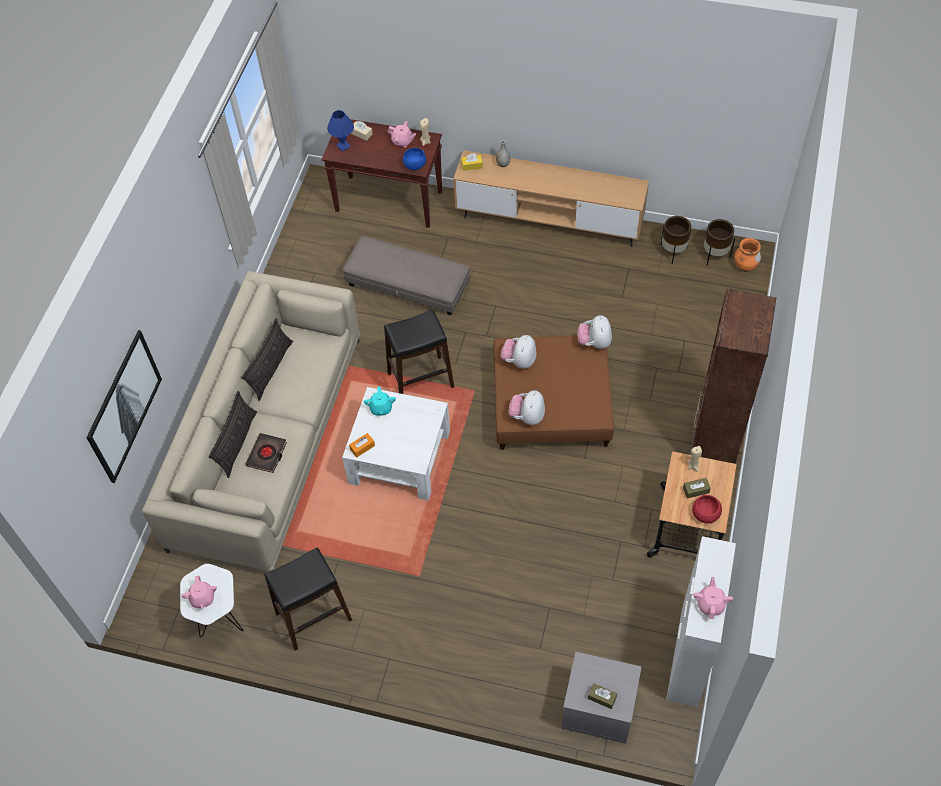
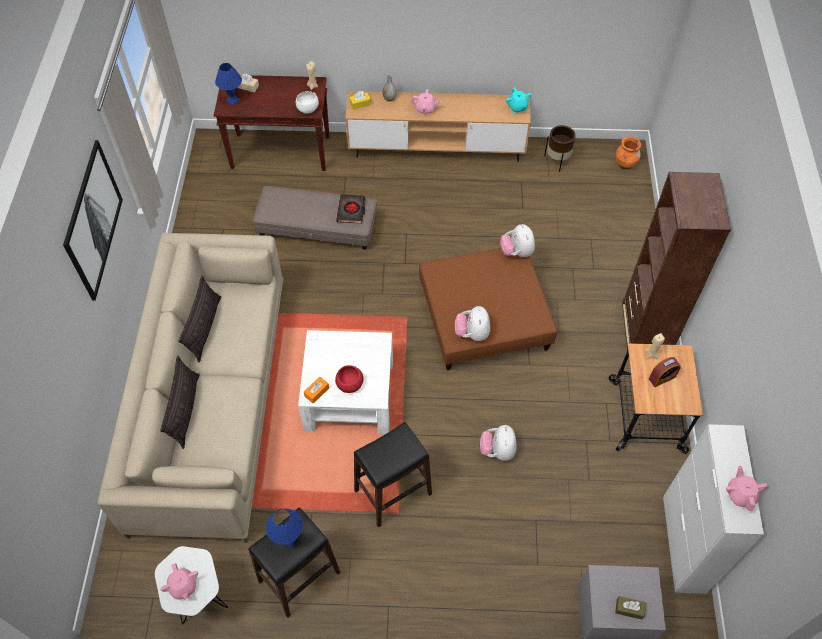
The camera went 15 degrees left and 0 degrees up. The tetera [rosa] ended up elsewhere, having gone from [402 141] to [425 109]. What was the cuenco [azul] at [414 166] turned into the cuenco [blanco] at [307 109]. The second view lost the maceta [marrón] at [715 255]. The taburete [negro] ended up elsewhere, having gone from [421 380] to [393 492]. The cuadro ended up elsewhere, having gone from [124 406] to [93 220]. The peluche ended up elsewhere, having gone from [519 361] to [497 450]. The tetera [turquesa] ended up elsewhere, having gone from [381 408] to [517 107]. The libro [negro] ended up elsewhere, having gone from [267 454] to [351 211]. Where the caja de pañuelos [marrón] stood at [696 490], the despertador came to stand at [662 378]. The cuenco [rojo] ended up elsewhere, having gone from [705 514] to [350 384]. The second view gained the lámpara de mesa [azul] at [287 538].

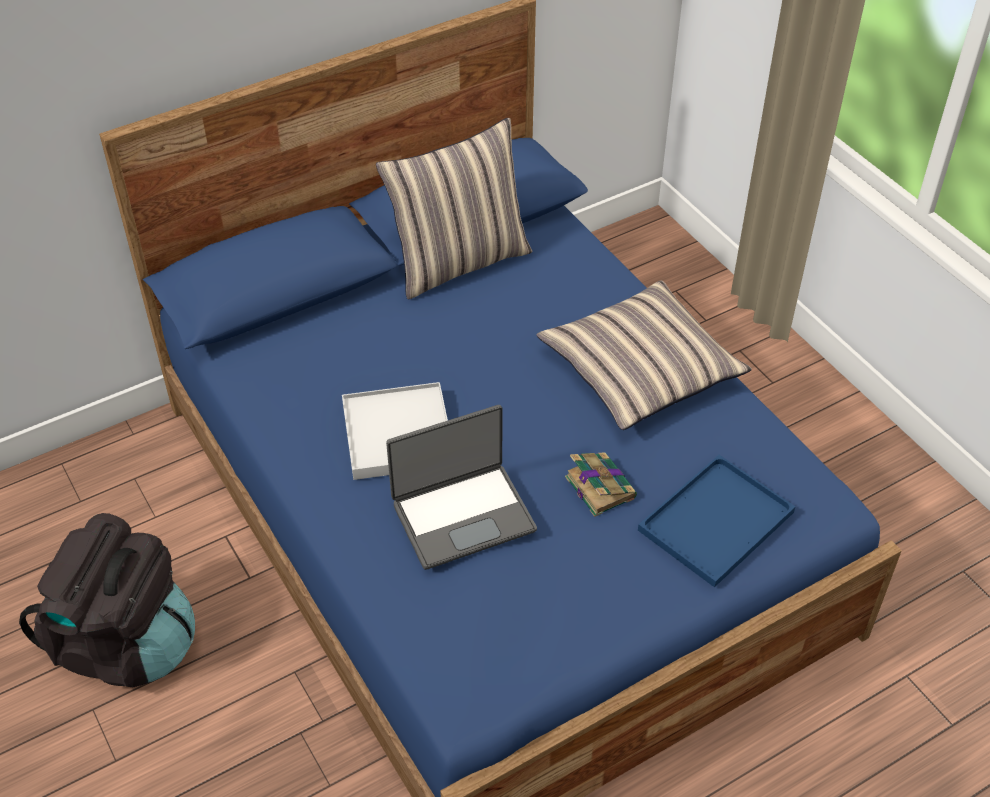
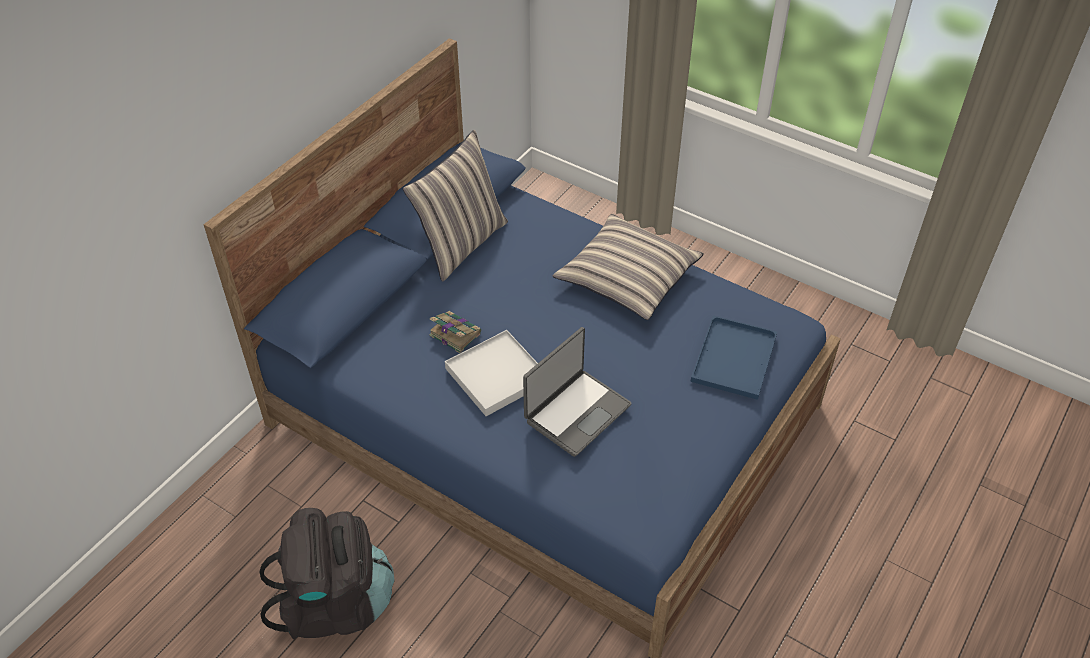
The camera went 25 degrees left and 0 degrees up. The libro ended up elsewhere, having gone from [599 486] to [454 333].

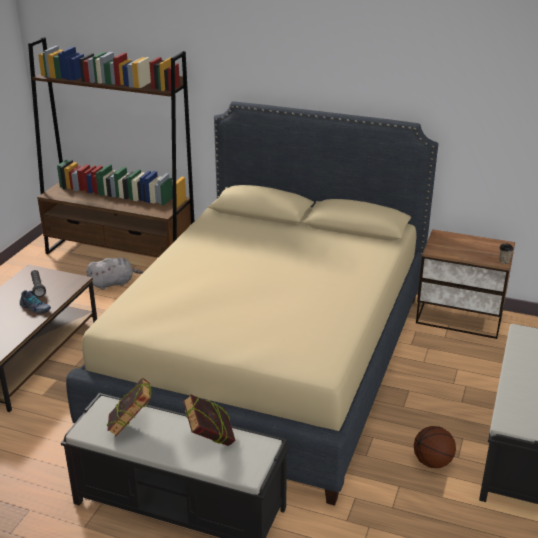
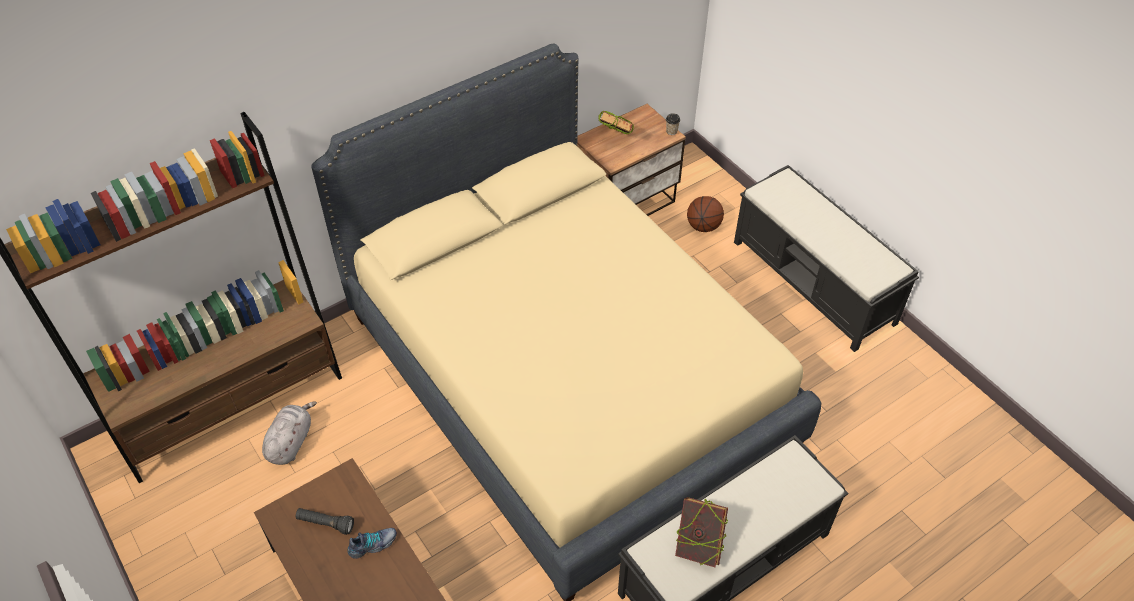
The camera went 55 degrees left and 20 degrees up. The libro ended up elsewhere, having gone from [210 440] to [615 139]. The balón de baloncesto ended up elsewhere, having gone from [433 462] to [703 226].

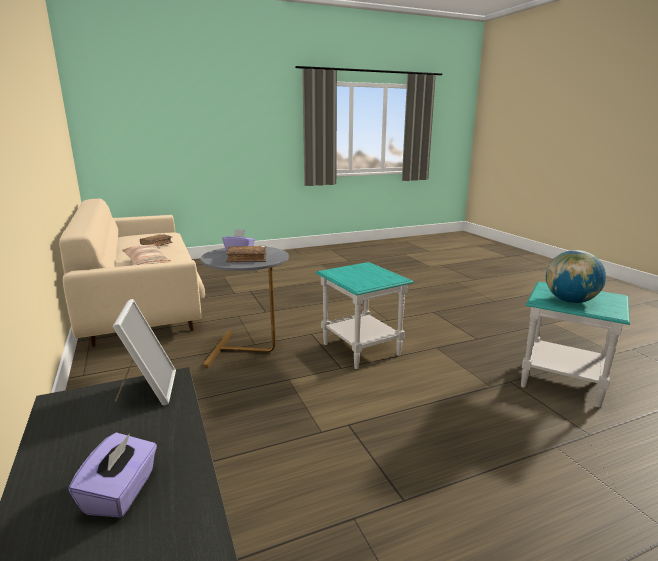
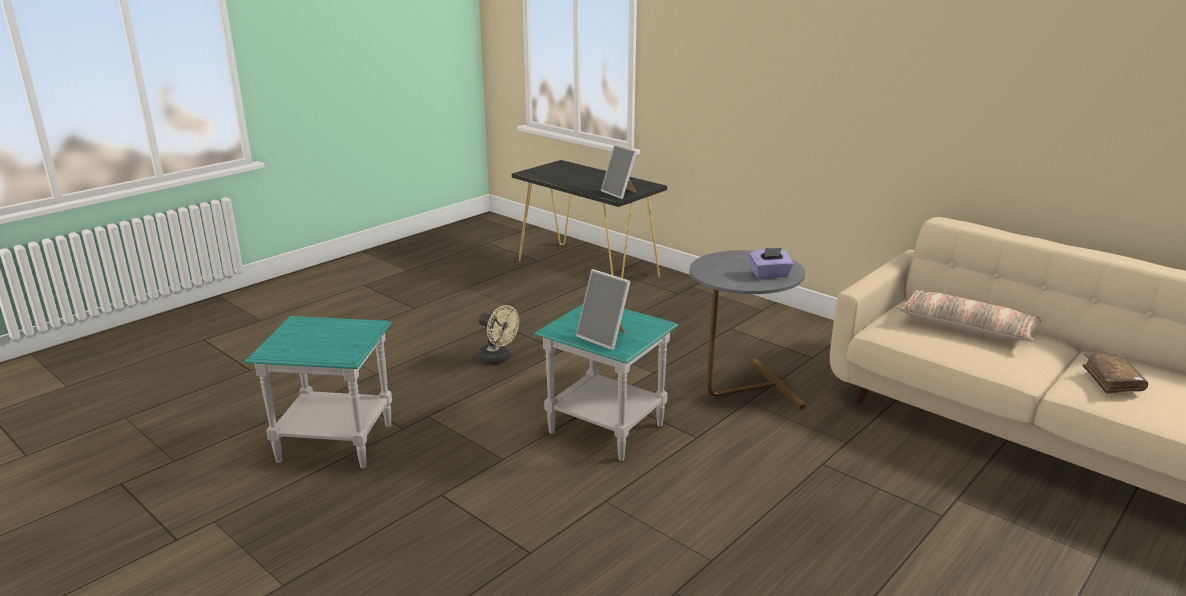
The camera went 155 degrees right and 5 degrees up. The second view lost the libro [marrón] at [247 259]. The second view lost the globo terráqueo at [570 301]. The second view lost the caja de pañuelos [morado] at [121 492]. The second view gained the portarretratos at [605 338]. The second view gained the ventilador [beis] at [498 359].

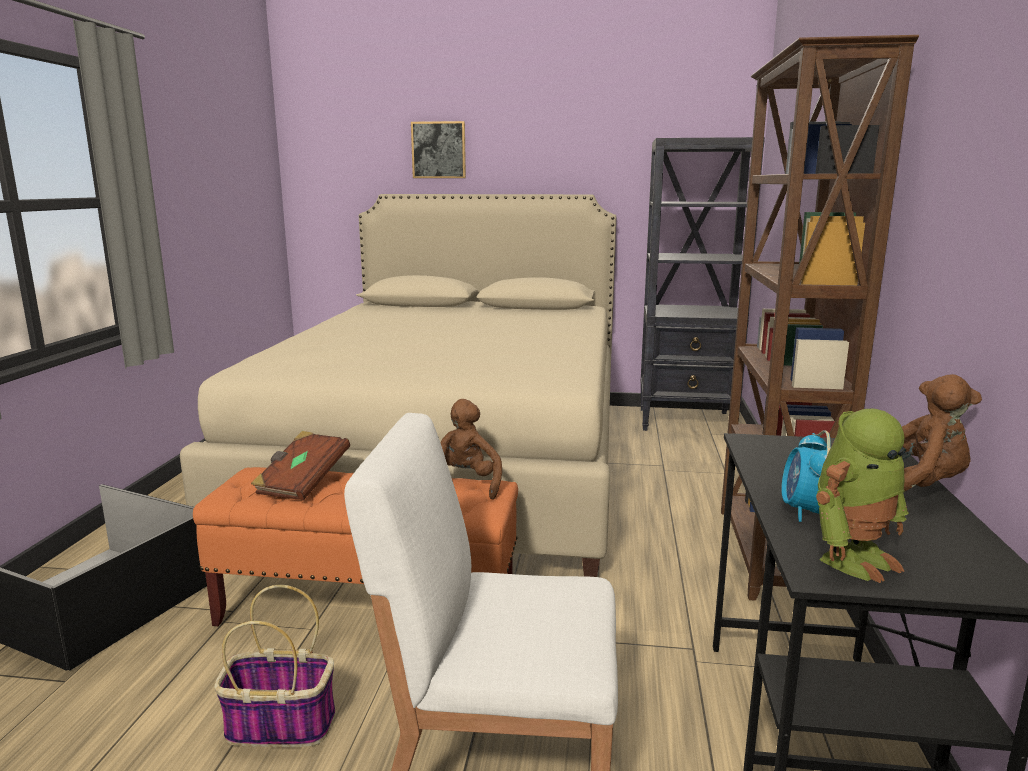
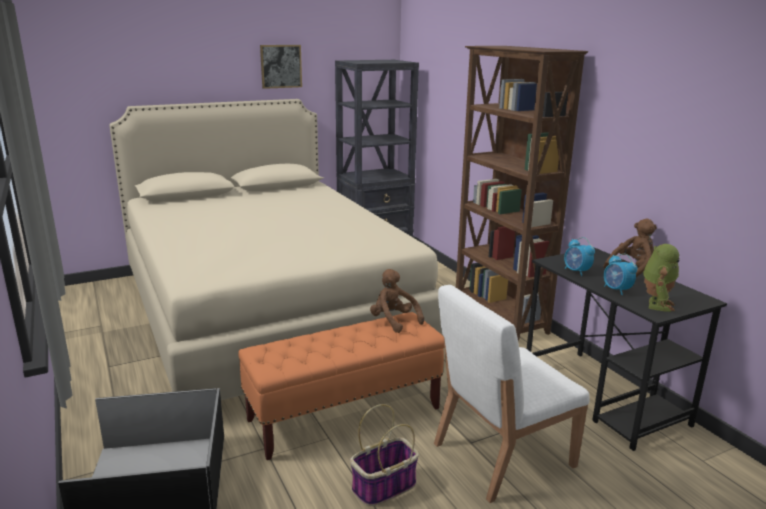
The camera went 35 degrees left and 5 degrees up. The cuadro ended up elsewhere, having gone from [438 150] to [281 66]. The second view lost the libro [marrón] at [302 482]. The second view gained the despertador at [576 271].

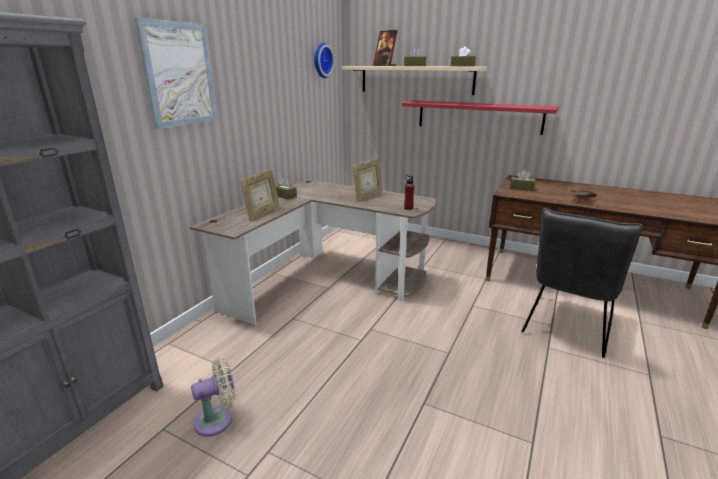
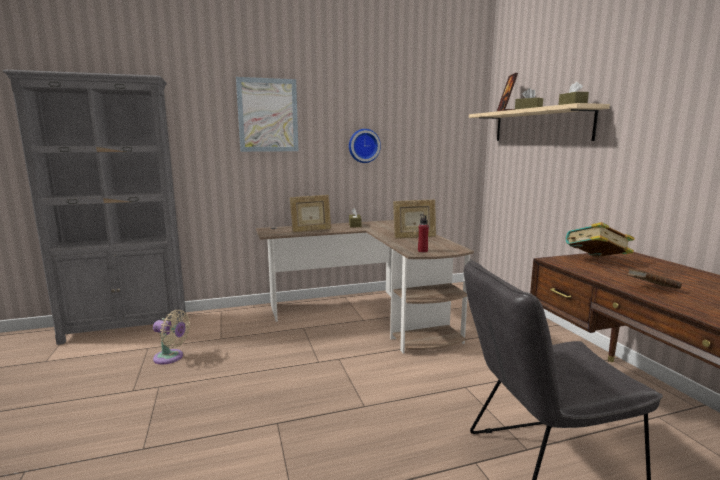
The camera went 45 degrees right and 10 degrees down. The reloj de pared ended up elsewhere, having gone from [321 60] to [363 145]. The second view lost the estante [rojo] at [478 116]. Where the caja de pañuelos [marrón] stood at [521 188], the libro came to stand at [596 261].

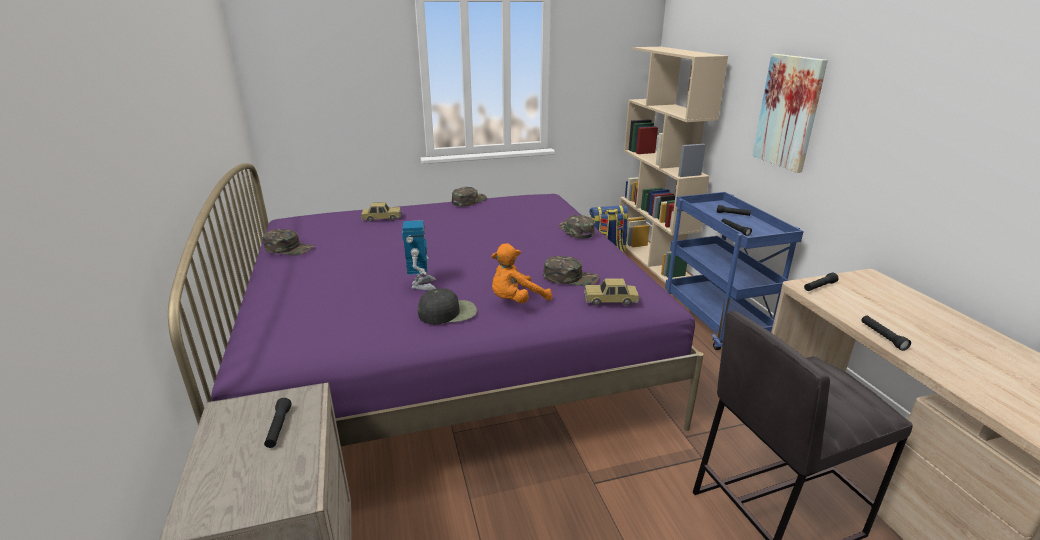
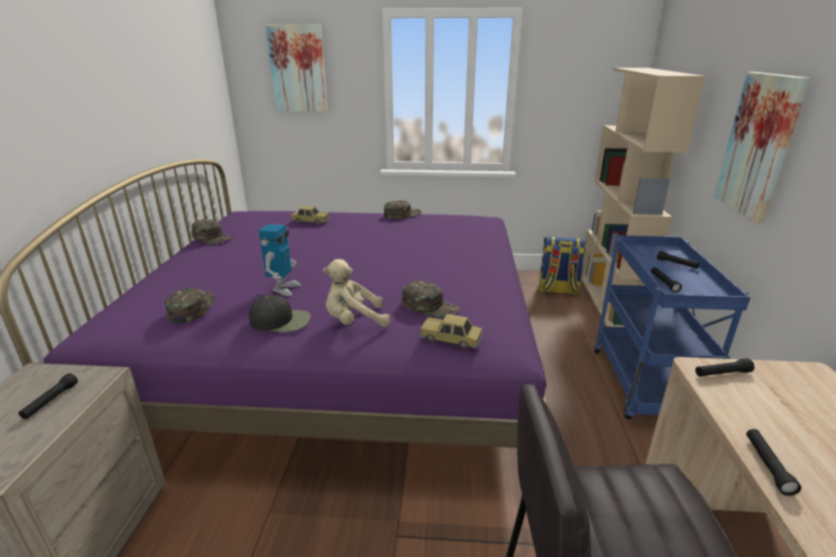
The camera went 20 degrees right and 0 degrees up. The gorra [verde] ended up elsewhere, having gone from [575 231] to [191 308]. What was the peluche [naranja] at [516 301] turned into the peluche [beis] at [354 321]. The second view gained the cuadro at [298 69].

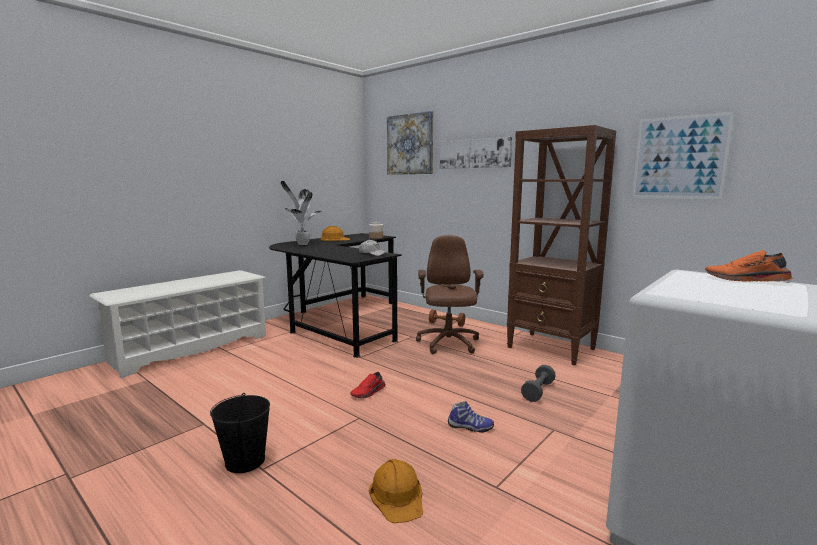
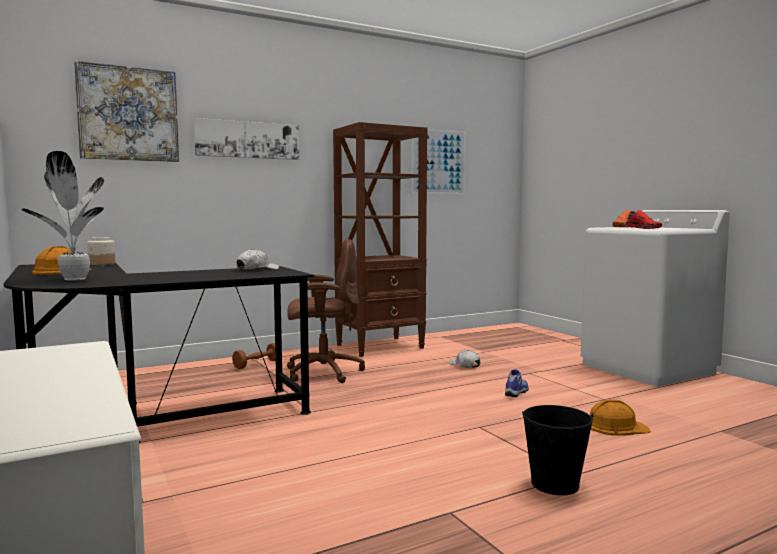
The camera went 70 degrees left and 5 degrees down. The silla de oficina [marrón] at [448 344] ended up facing another way, 150 degrees clockwise from before. Where the mancuerna [gris] stood at [538 391], the gorra [blanco] came to stand at [464 365]. The zapato [rojo] ended up elsewhere, having gone from [369 393] to [644 228].

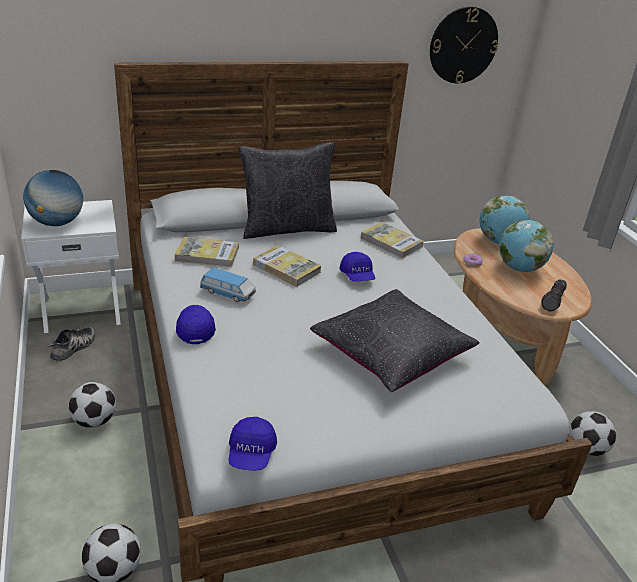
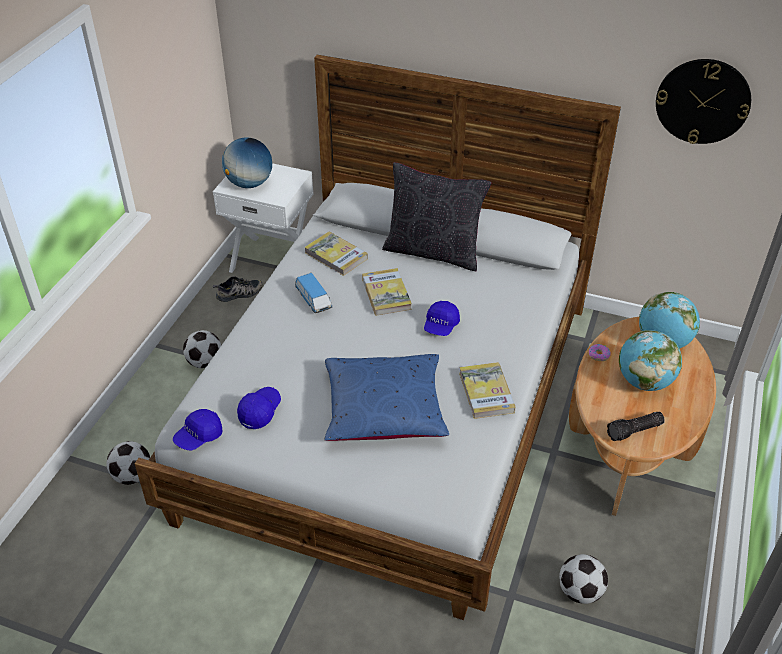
The camera went 40 degrees right and 10 degrees up. The libro ended up elsewhere, having gone from [391 242] to [486 392]. What was the cojín [negro] at [391 353] turned into the cojín [azul] at [384 410]. The gorra [azul] ended up elsewhere, having gone from [195 329] to [260 411].

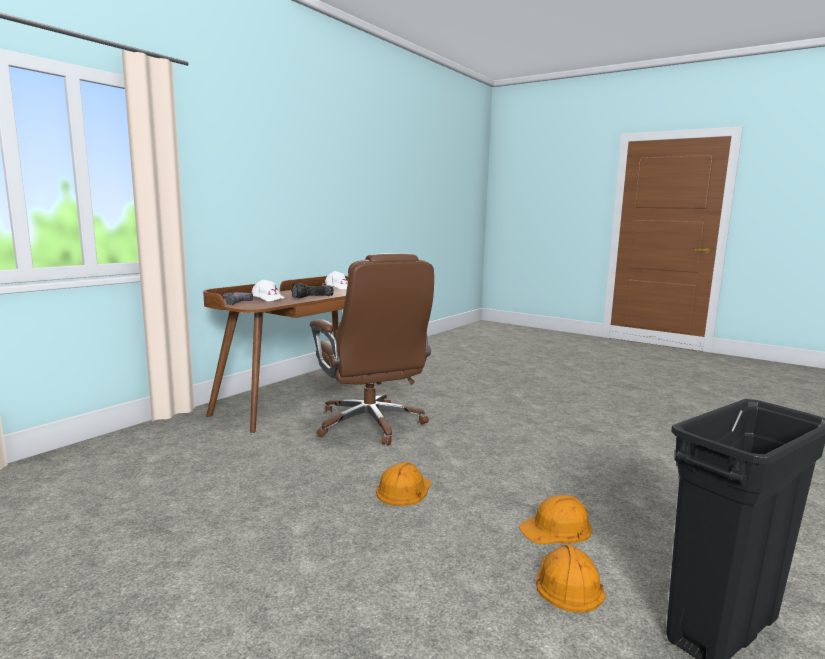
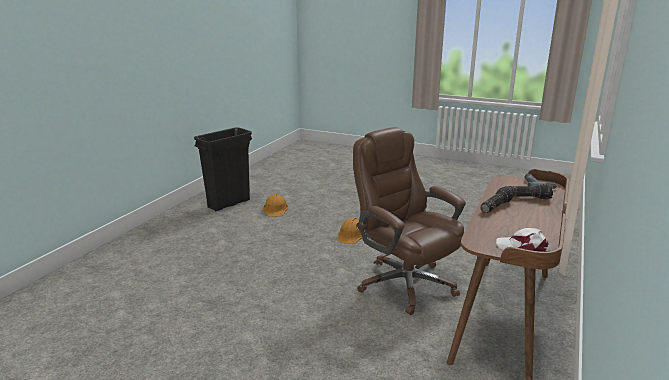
The camera went 170 degrees right and 10 degrees up. Where the gorra [blanco] stood at [268 298], the linterna came to stand at [528 197]. The second view lost the casco [naranja] at [557 528].

